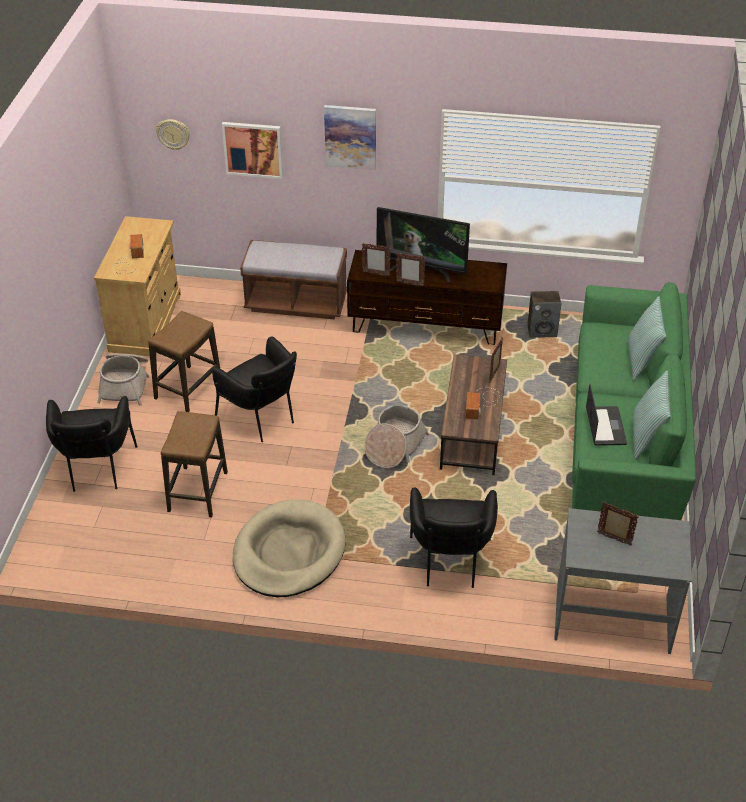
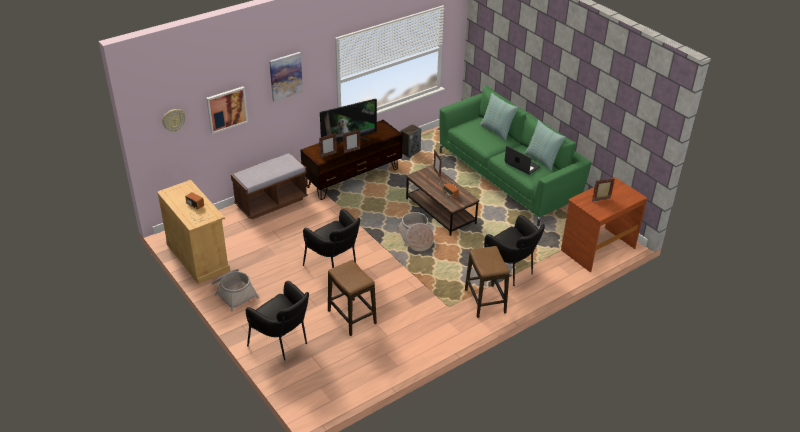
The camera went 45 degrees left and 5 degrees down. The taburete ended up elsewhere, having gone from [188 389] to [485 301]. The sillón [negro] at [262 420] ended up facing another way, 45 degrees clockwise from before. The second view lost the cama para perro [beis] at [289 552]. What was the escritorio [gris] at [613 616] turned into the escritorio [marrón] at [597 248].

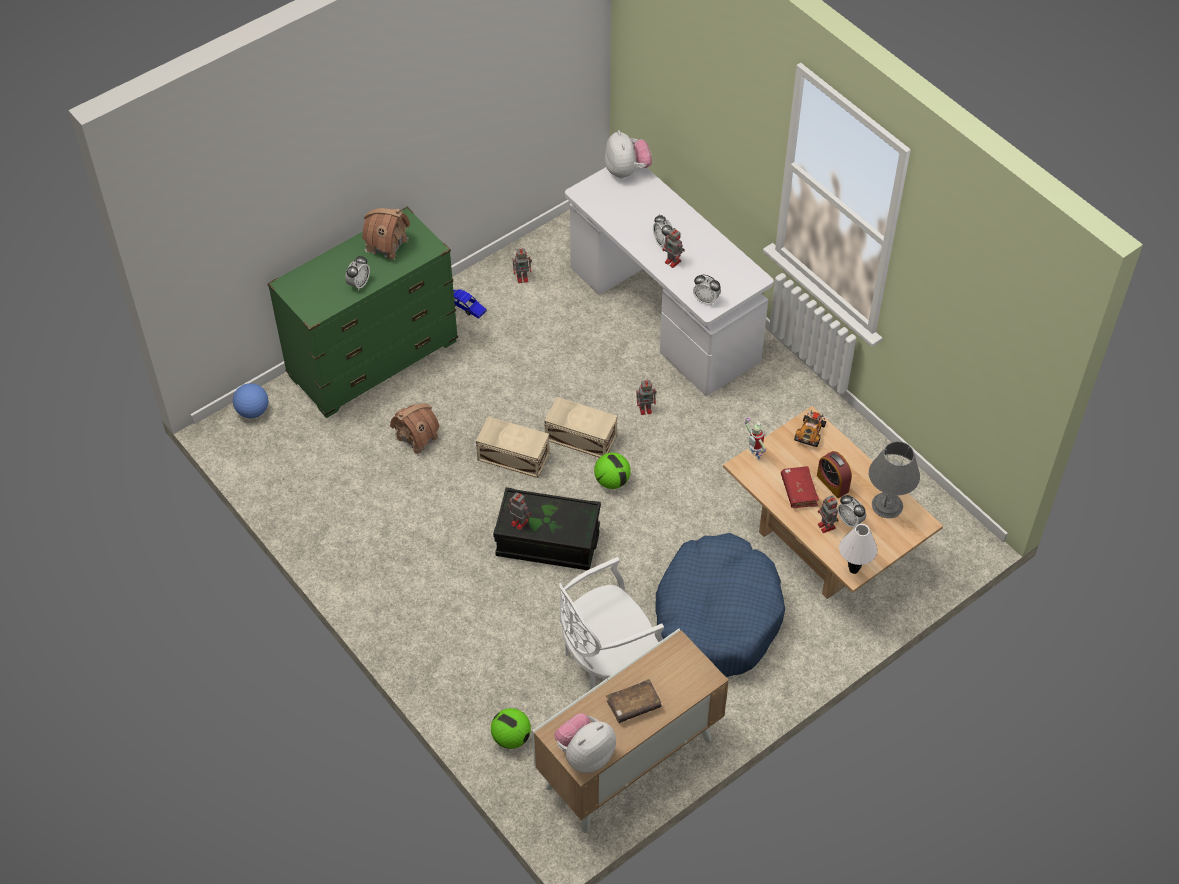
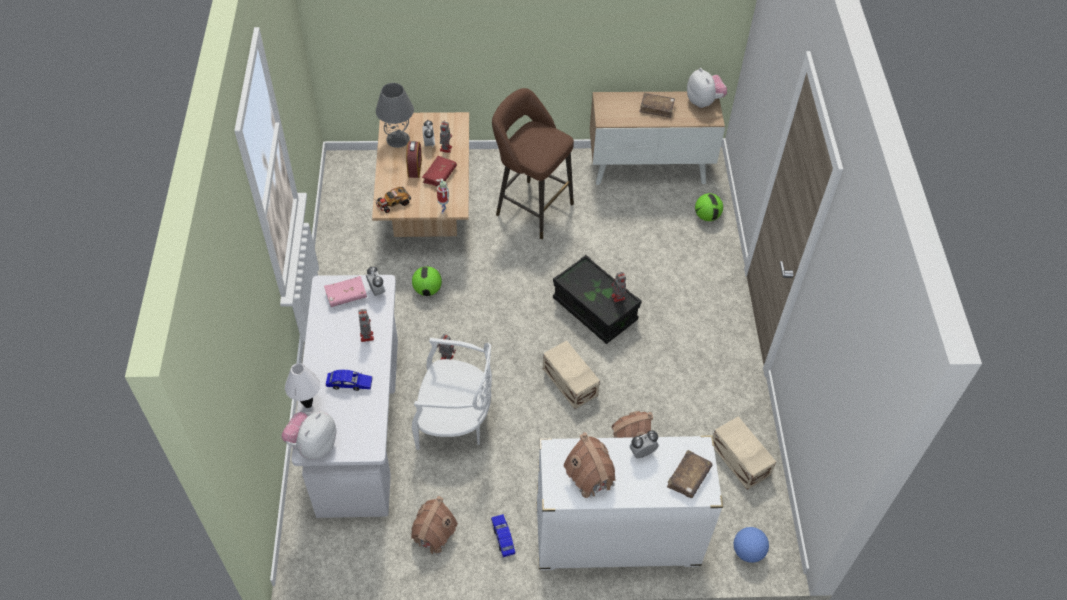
The camera went 145 degrees left and 0 degrees up. What was the cómoda [verde] at [373 359] turned into the cómoda [blanco] at [616 537]. The second view lost the despertador at [663 242]. Where the robot de juguete stood at [523 278], the casita came to stand at [433 535]. The caja de almacenaje [beis] ended up elsewhere, having gone from [580 436] to [739 461]. The balón de fútbol ended up elsewhere, having gone from [612 481] to [427 290]. The lámpara de mesa [blanco] ended up elsewhere, having gone from [854 569] to [307 404]. Where the cama para perro [azul] stood at [716 617], the taburete [marrón] came to stand at [531 207]. The silla [blanco] ended up elsewhere, having gone from [608 660] to [454 421]. The peluche at [585 754] ended up facing another way, 105 degrees counterclockwise from before. The second view gained the libro [rosa] at [346 295]. The second view gained the coche de juguete [azul] at [349 384]. The second view gained the libro [marrón] at [688 477].

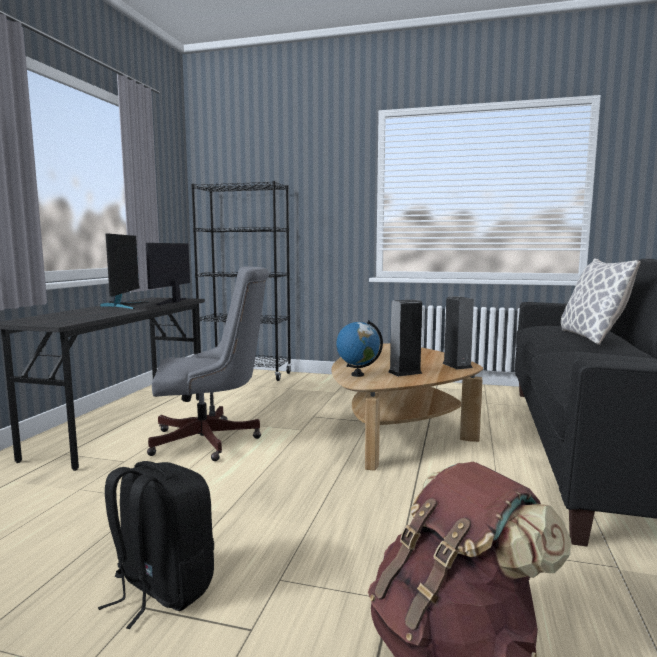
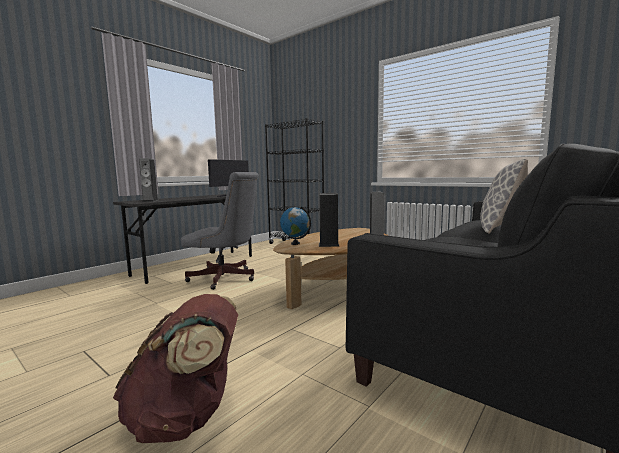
The camera went 25 degrees right and 0 degrees up. The second view lost the monitor at [124 305]. The second view lost the mochila [negro] at [161 590]. The second view gained the altavoz at [150 201].

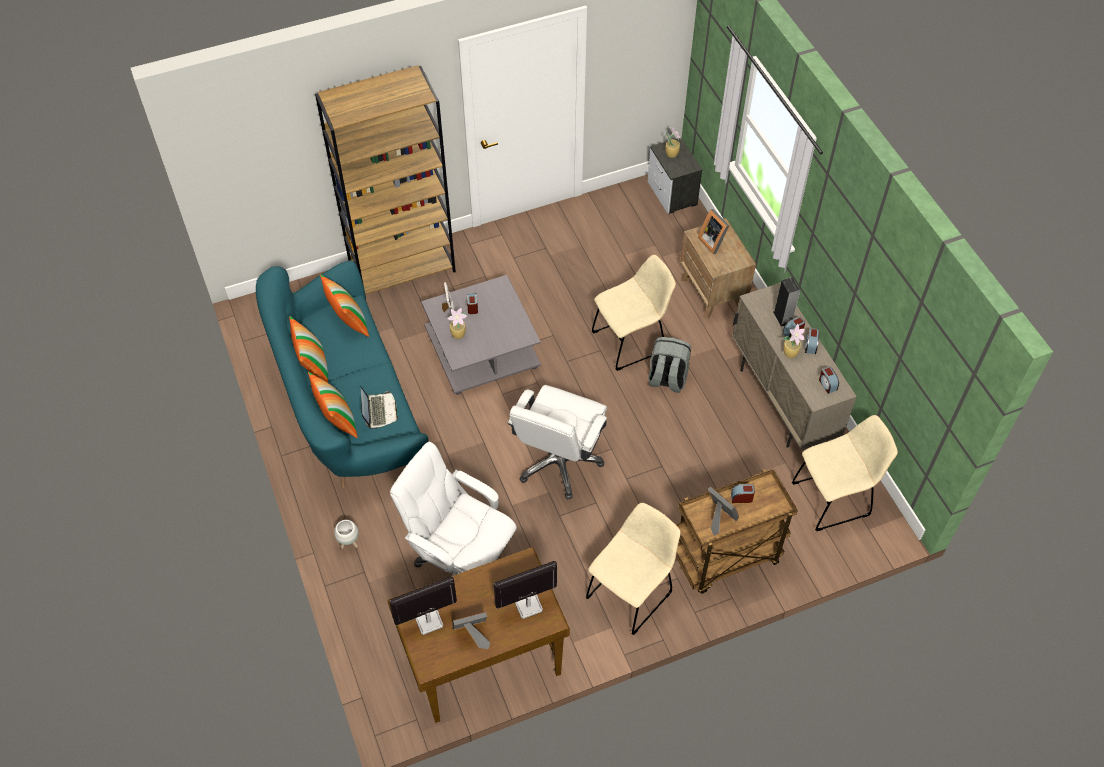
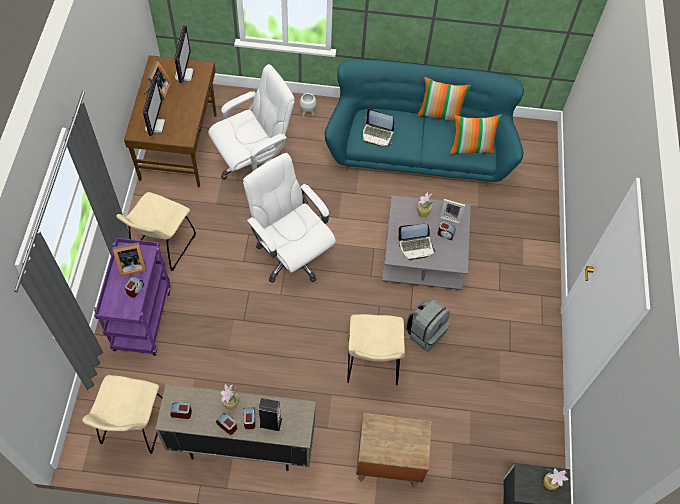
The camera went 115 degrees right and 5 degrees up. The second view lost the estantería [marrón] at [402 268]. The second view lost the portarretratos at [713 241]. The mochila [gris] ended up elsewhere, having gone from [667 379] to [425 332]. The second view lost the cojín at [337 420]. What was the carrito [marrón] at [725 559] turned into the carrito [morado] at [142 318]. The silla [beis] at [631 592] ended up facing another way, 45 degrees clockwise from before. The second view gained the portátil at [416 246].

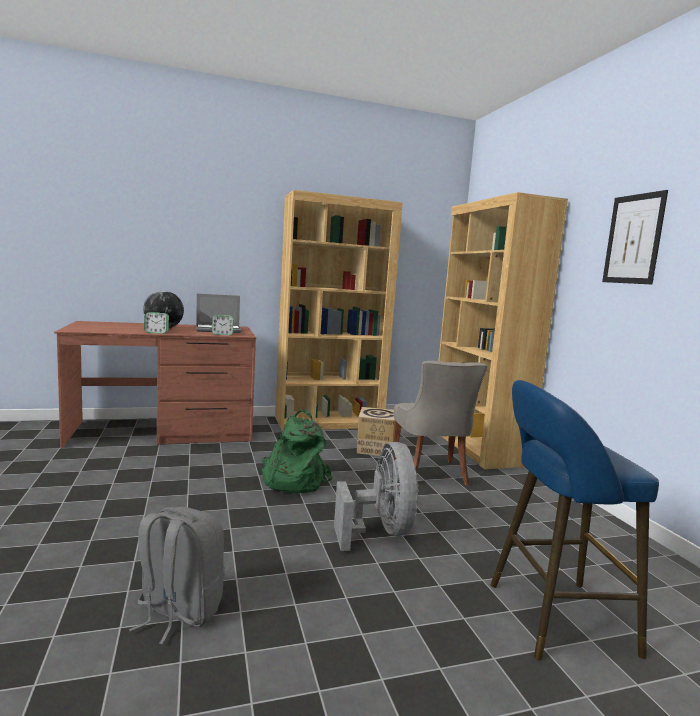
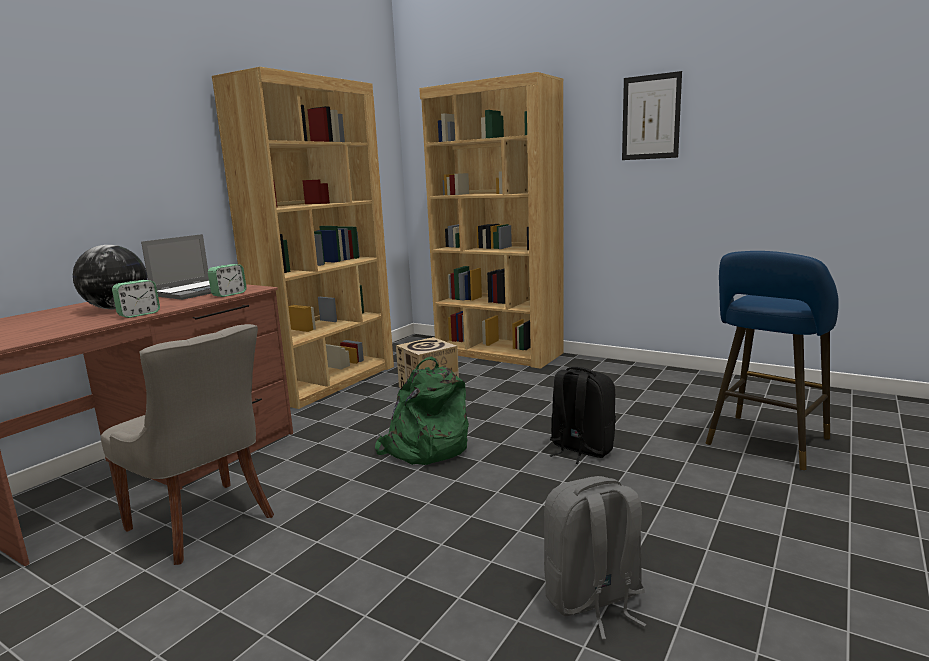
The camera went 40 degrees left and 5 degrees up. The silla [gris] ended up elsewhere, having gone from [430 474] to [204 523]. Where the ventilador [gris] stood at [381 532], the mochila [negro] came to stand at [580 449].

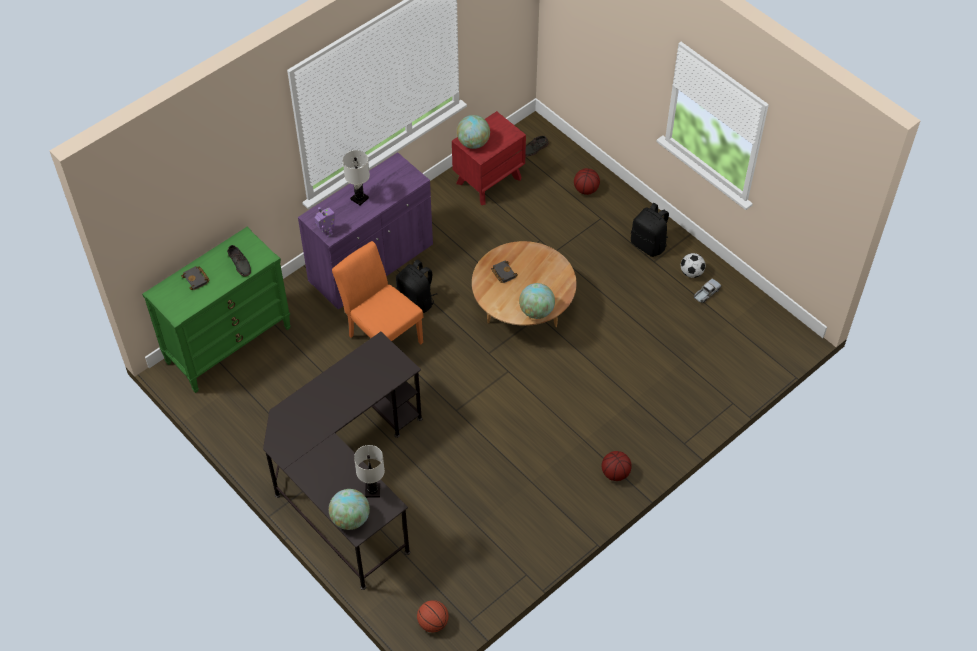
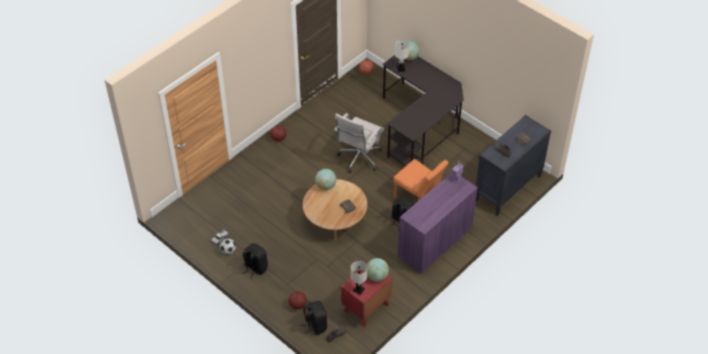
The camera went 175 degrees right and 5 degrees down. The lámpara de mesa [blanco] ended up elsewhere, having gone from [360 198] to [358 290]. What was the cómoda [verde] at [229 344] turned into the cómoda [negro] at [508 188]. The second view gained the silla de oficina [blanco] at [358 159]. The second view gained the mochila [negro] at [315 325].

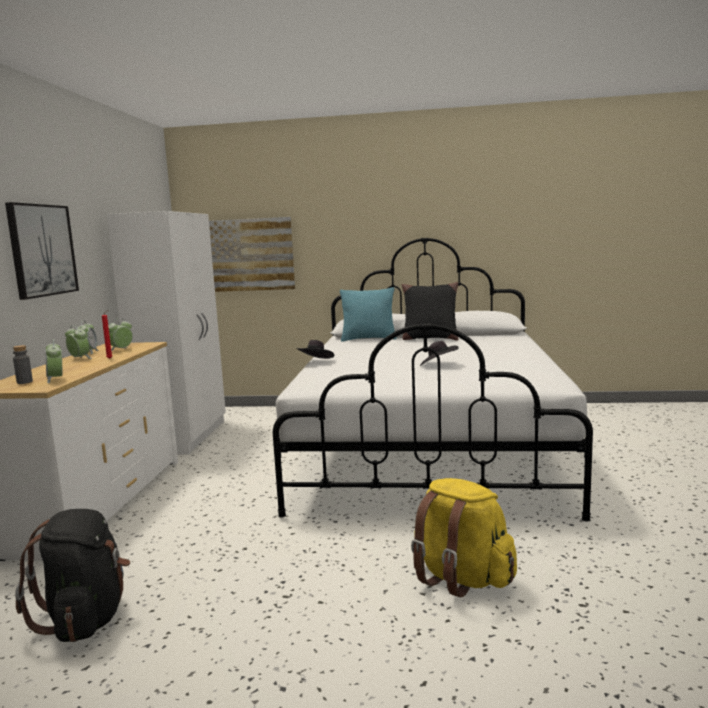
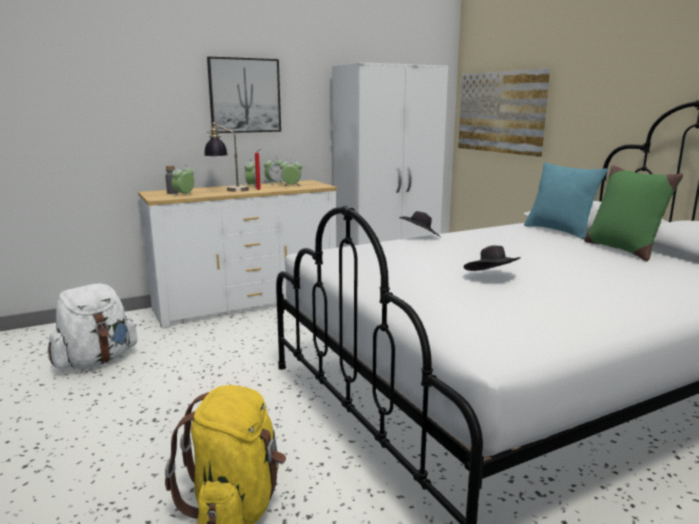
The camera went 55 degrees right and 5 degrees up. What was the cojín [negro] at [430 339] turned into the cojín [verde] at [622 249]. What was the mochila [negro] at [86 618] turned into the mochila [blanco] at [96 361]. The second view gained the lámpara de mesa at [227 190].

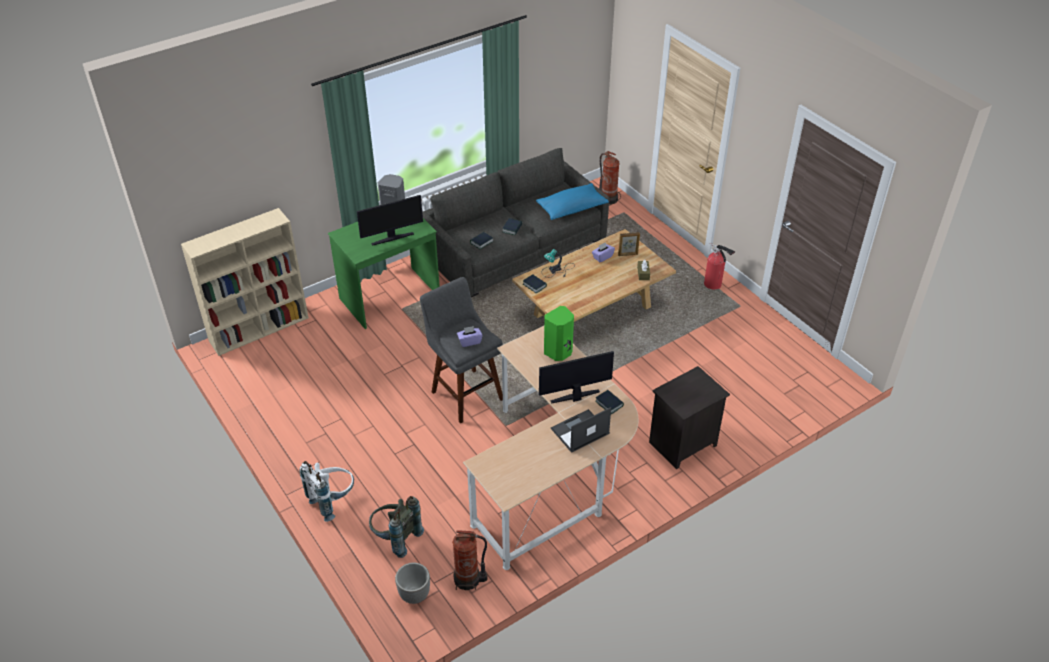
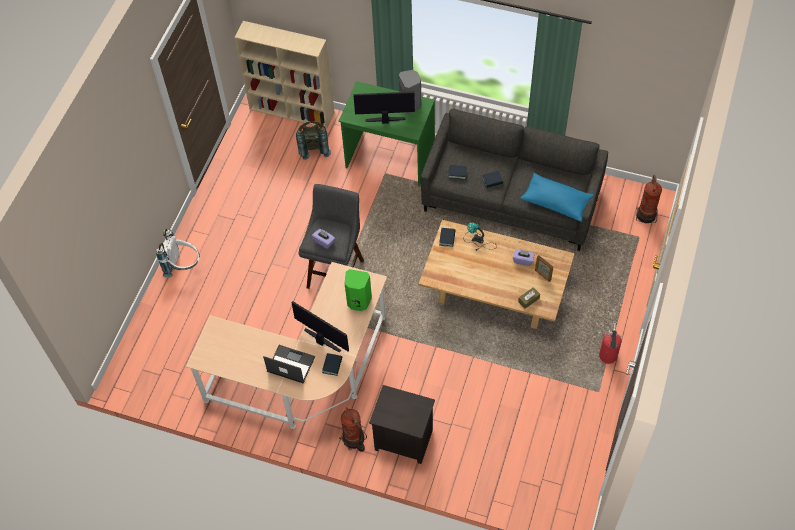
The camera went 55 degrees right and 15 degrees up. The monitor at [392 238] ended up facing another way, 150 degrees clockwise from before. The mochila [gris] ended up elsewhere, having gone from [395 538] to [313 147]. The extintor ended up elsewhere, having gone from [468 579] to [354 440]. The second view lost the maceta at [414 595].

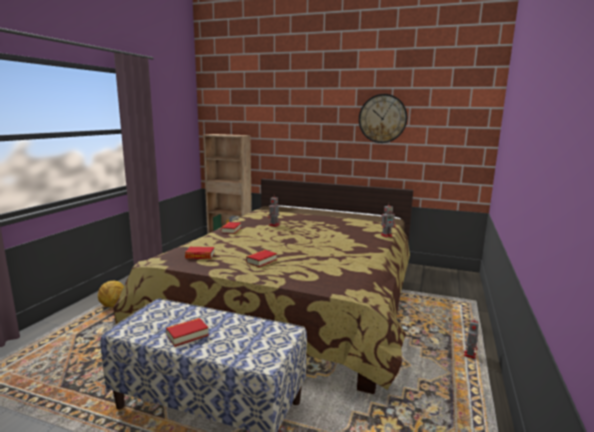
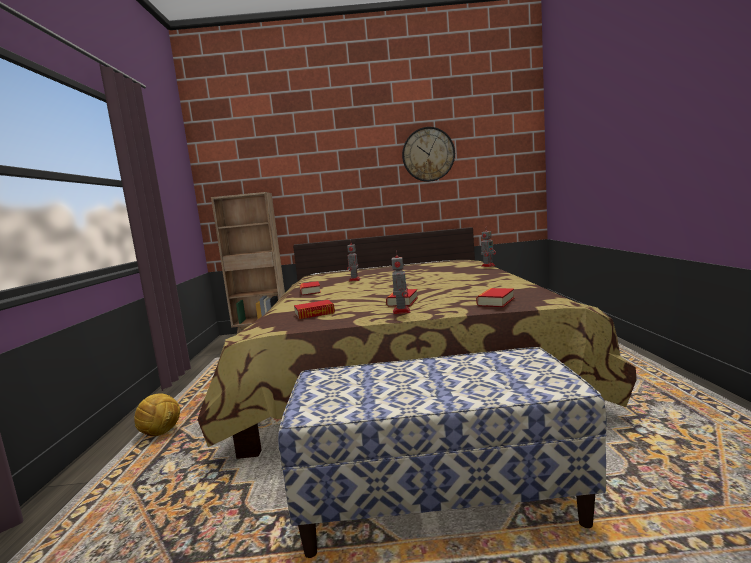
The camera went 20 degrees left and 5 degrees down. The libro ended up elsewhere, having gone from [187 335] to [495 302]. The robot de juguete ended up elsewhere, having gone from [469 355] to [401 311].

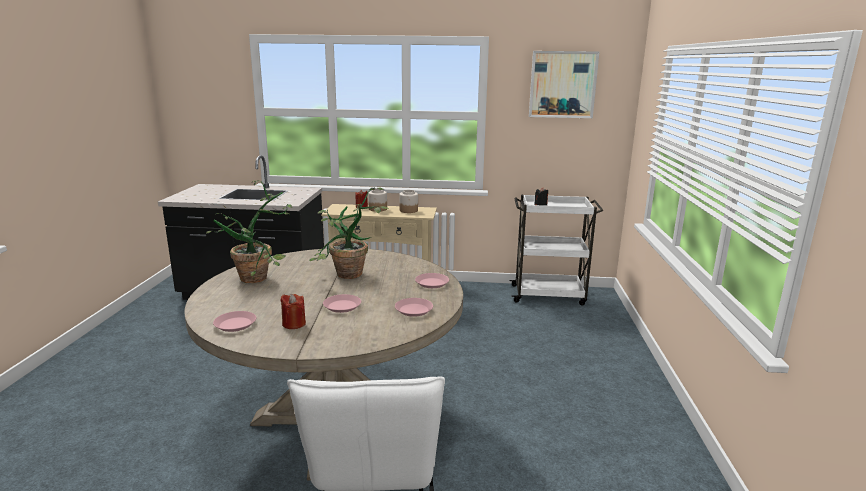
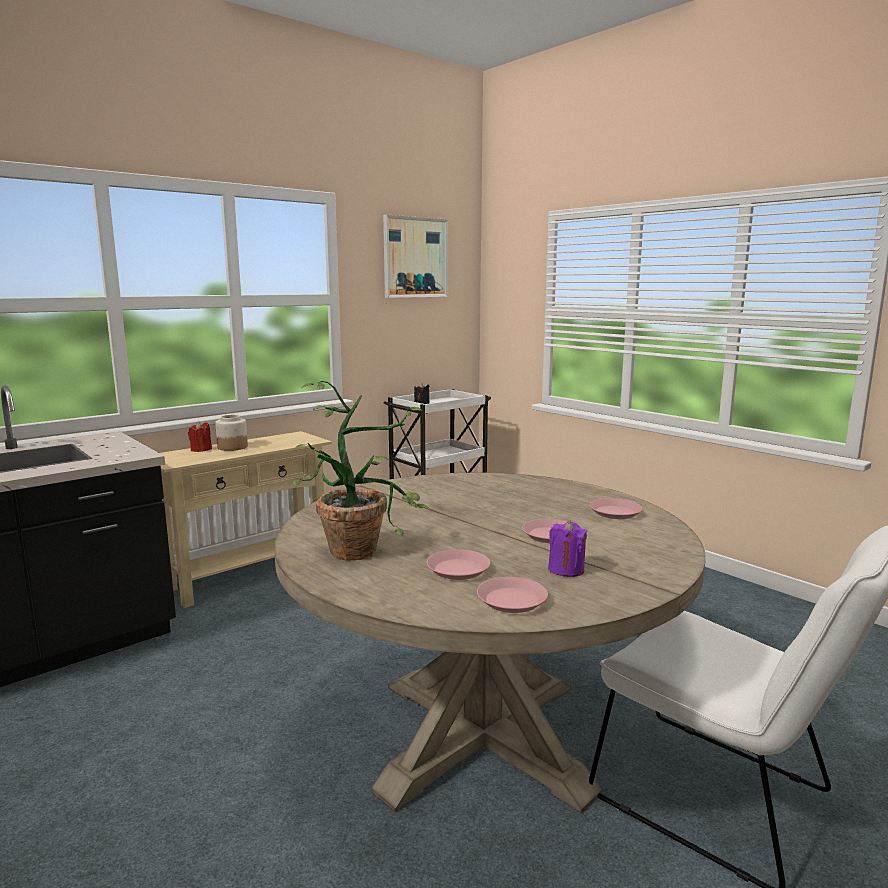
The camera went 45 degrees left and 5 degrees down. The second view lost the planta en maceta at [348 277]. The second view lost the tarro at [409 210]. The plato [rosa] ended up elsewhere, having gone from [432 283] to [458 569]. What was the vela [rojo] at [294 324] turned into the vela [morado] at [566 569].

